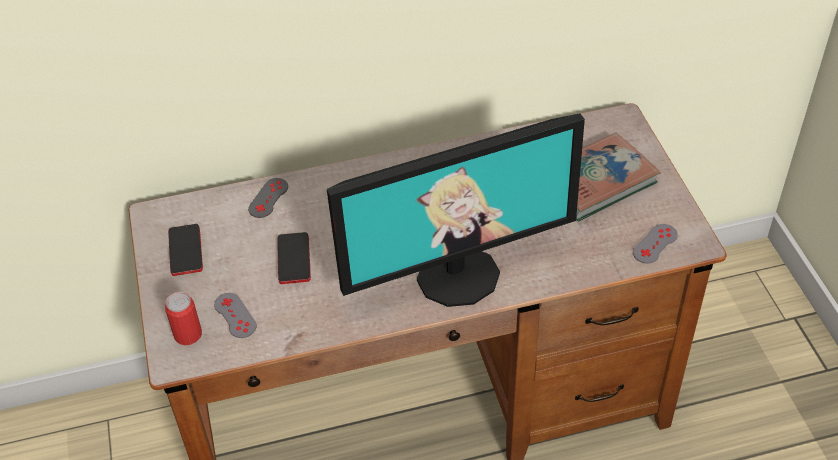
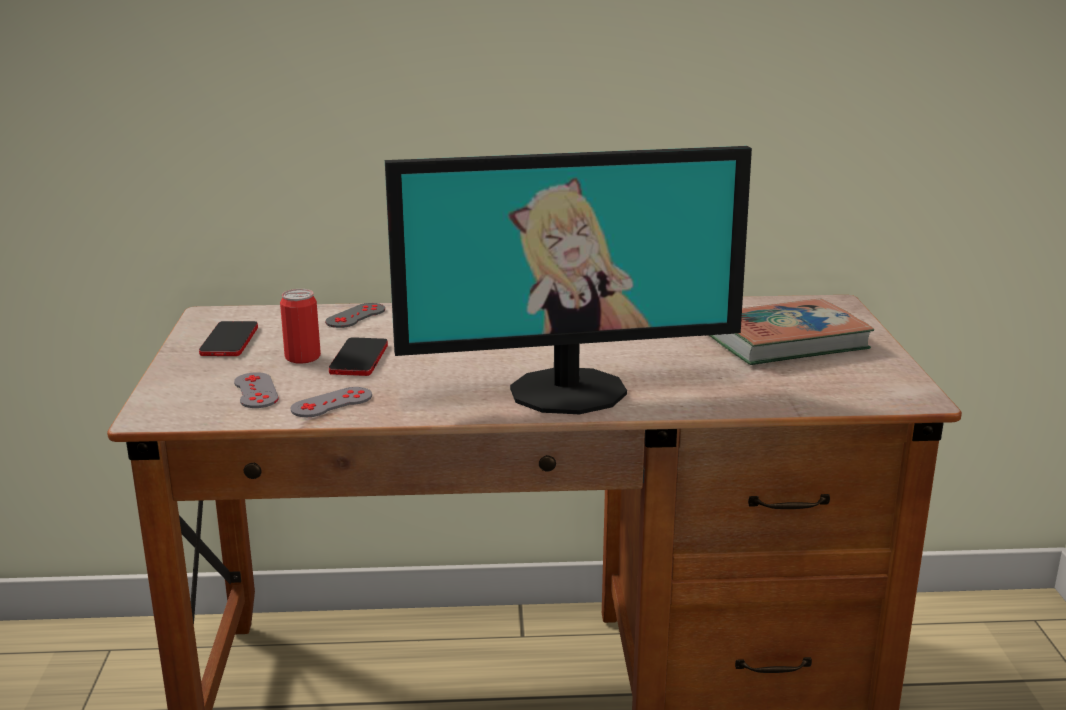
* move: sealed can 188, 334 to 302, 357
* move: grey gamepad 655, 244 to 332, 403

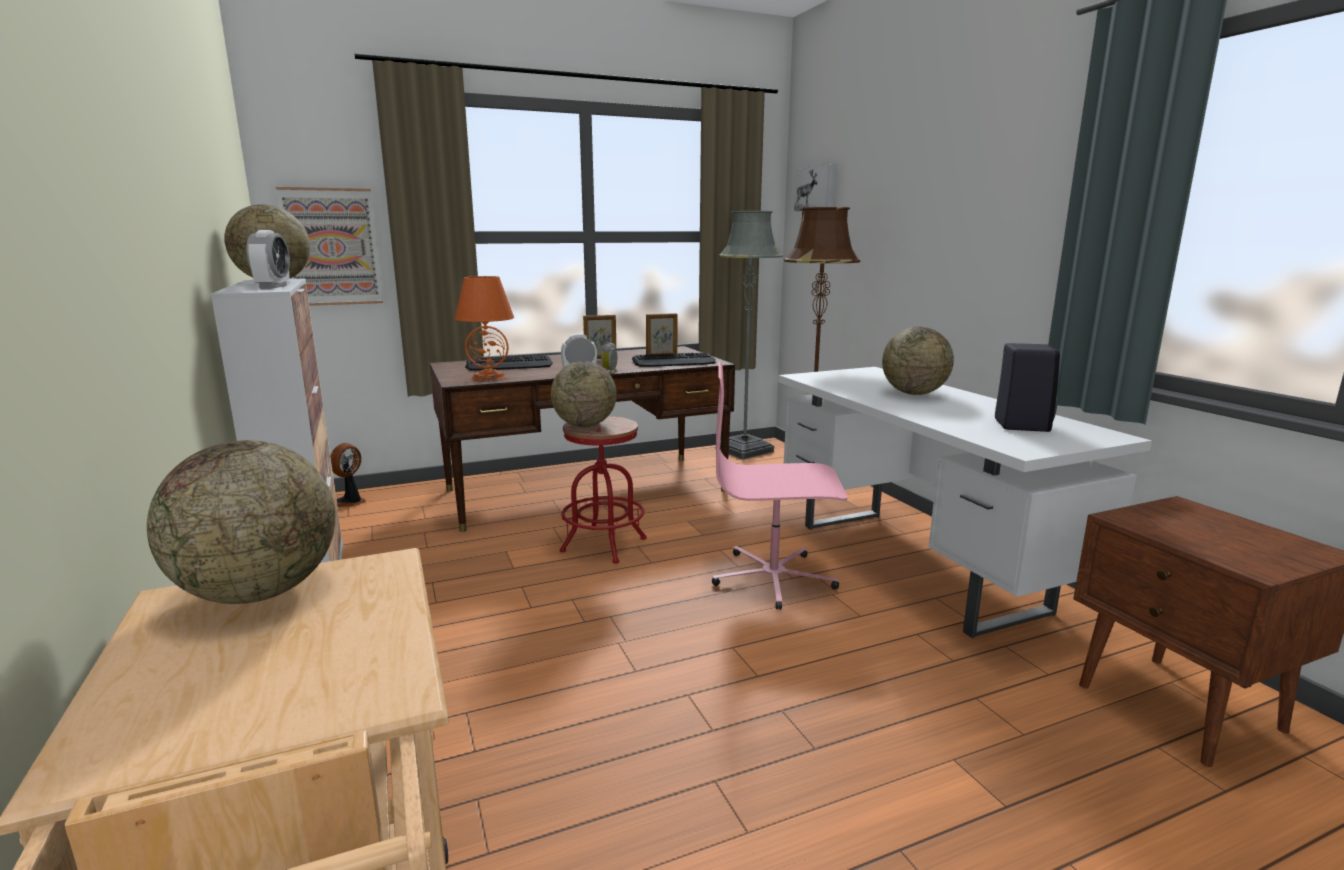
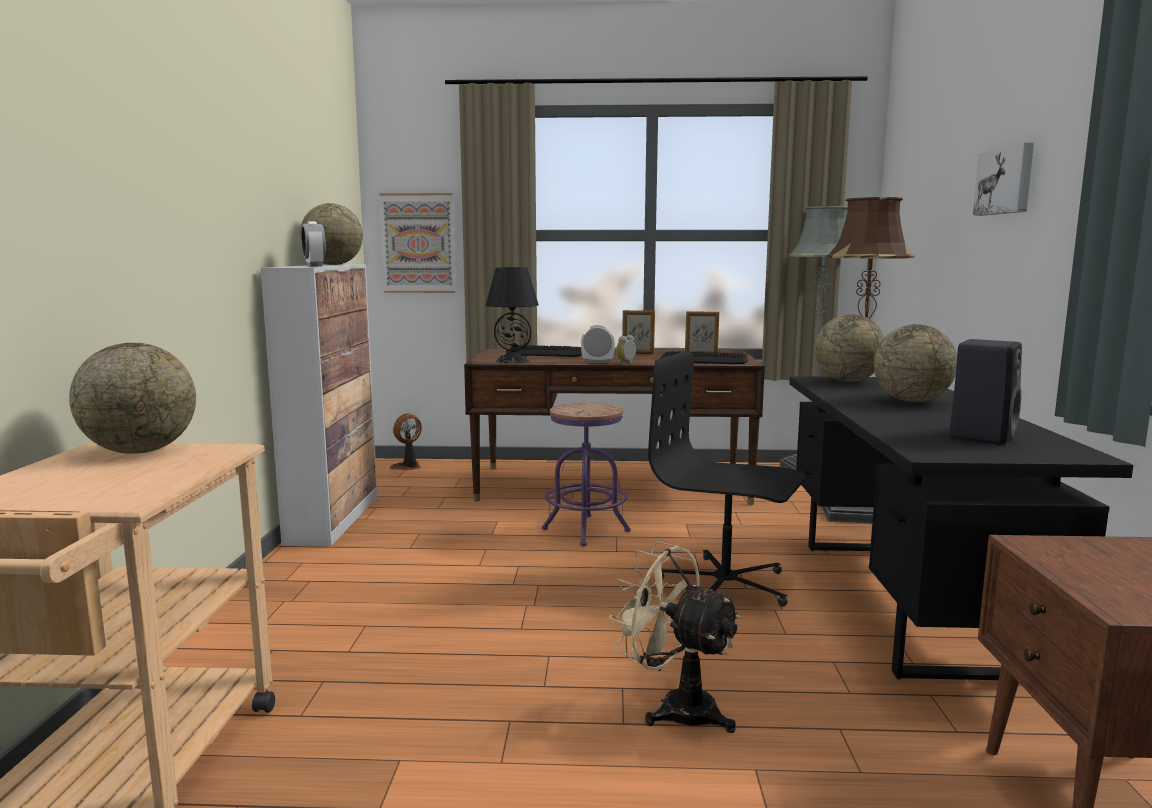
* insert: sand-coloured fan 675, 707
* move: desk globe 584, 425 to 847, 381
* move: wall art 816, 188 to 1006, 181
* recolor: orangey lamp for a table 488, 378 to black lamp for a table 512, 360
* recolor: reddish stool 604, 545 to purple stool 586, 530
* recolor: pinkish desk chair 774, 578 to black desk chair 725, 585
* recolor: white desk unit 916, 565 to black desk unit 903, 603
* rotate: table clock 273, 287 = 315, 266 135 degrees clockwise

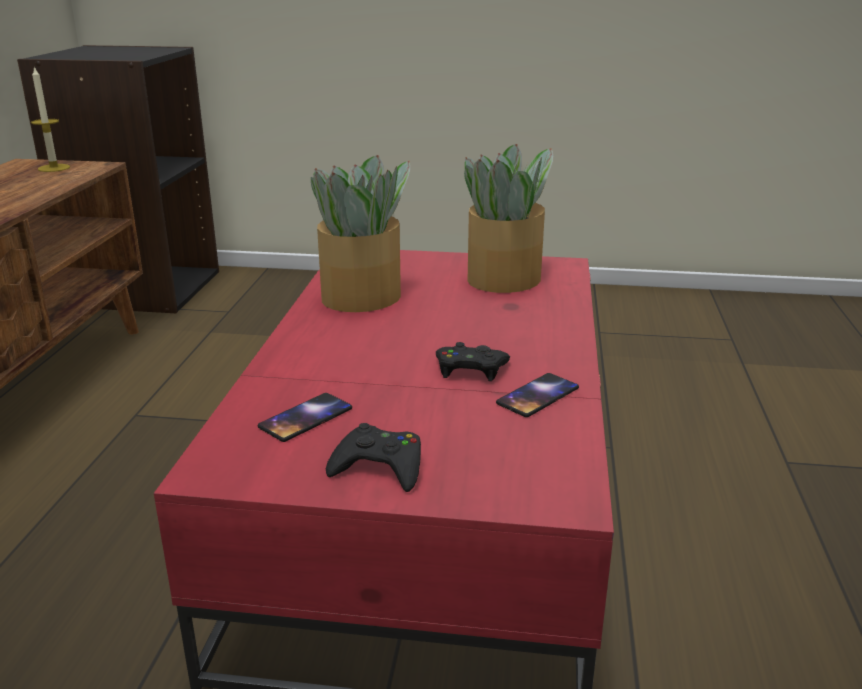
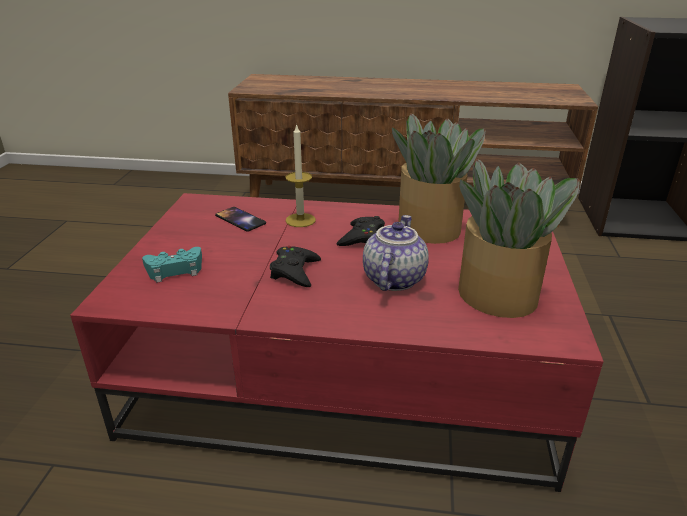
* delete: handset 538, 396
* insert: turquoise gamepad 175, 269
* insert: pot for tea 392, 279
* move: candle 54, 168 to 300, 220
* move: black gamepad 379, 466 to 362, 237

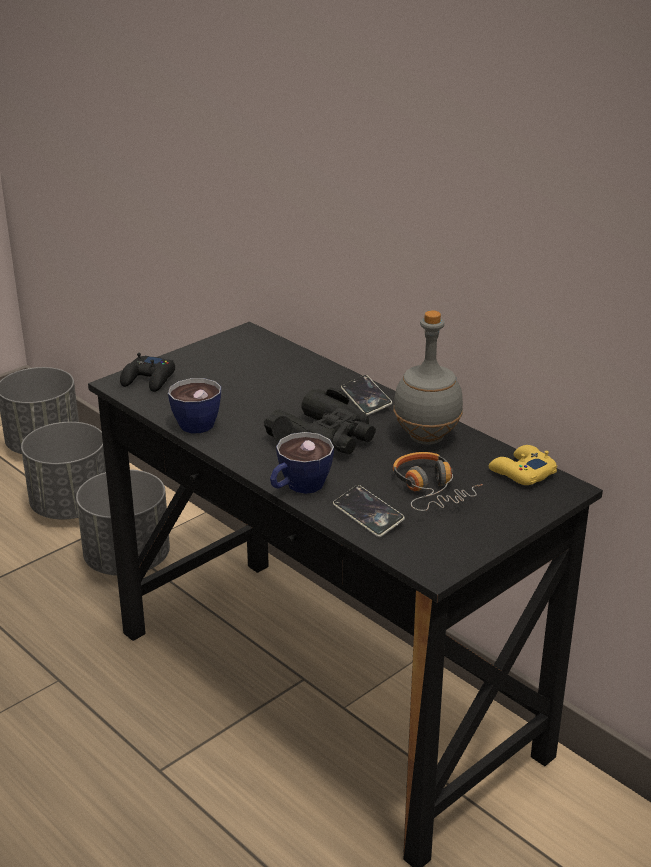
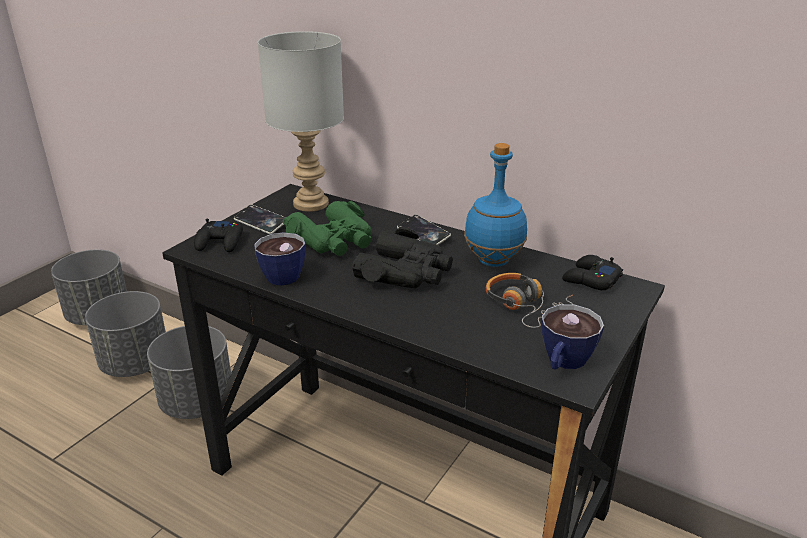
* insert: grey lamp for a table 309, 204
* insert: green pair of binoculars 333, 240
* move: small cup 298, 487 to 563, 363
* move: handset 368, 515 to 261, 222
* recolor: grey bottle 426, 438 to blue bottle 493, 261
* recolor: yellow-coloured gamepad 521, 472 to black gamepad 590, 279

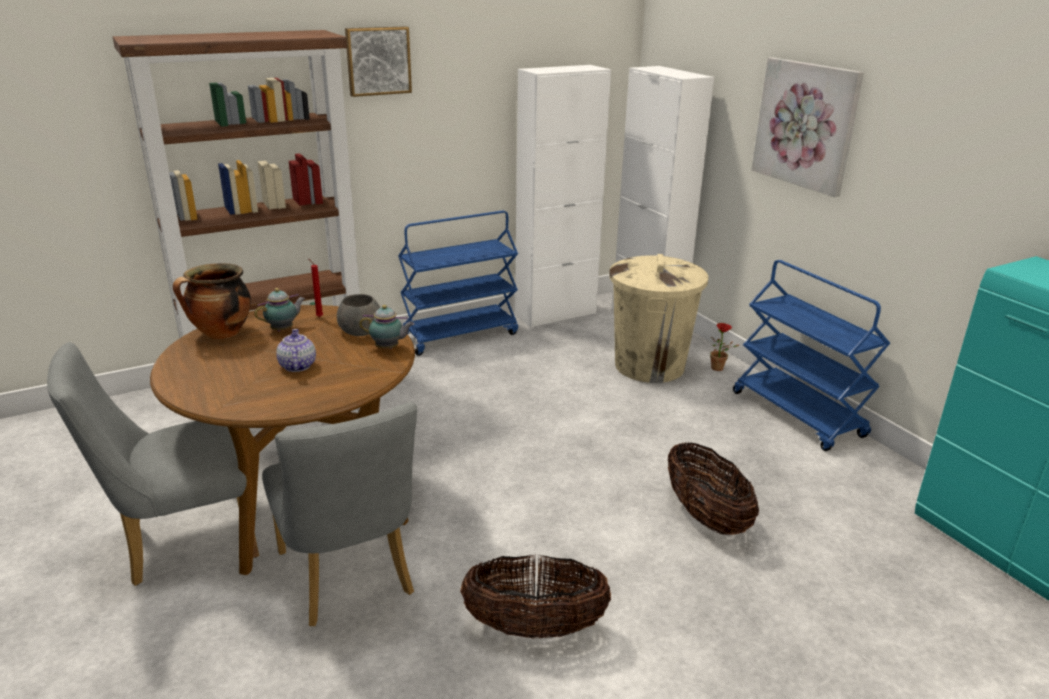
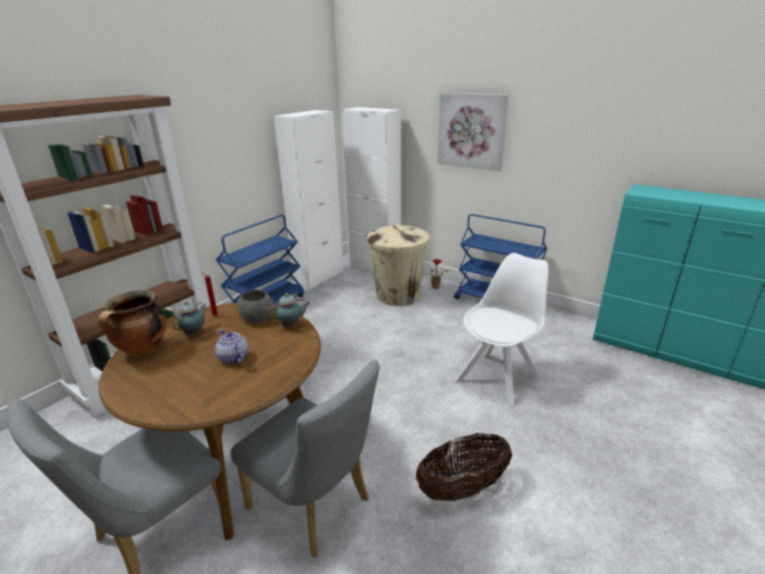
* delete: wall art 378, 61
* replace: household basket 706, 516 to white chair 499, 377

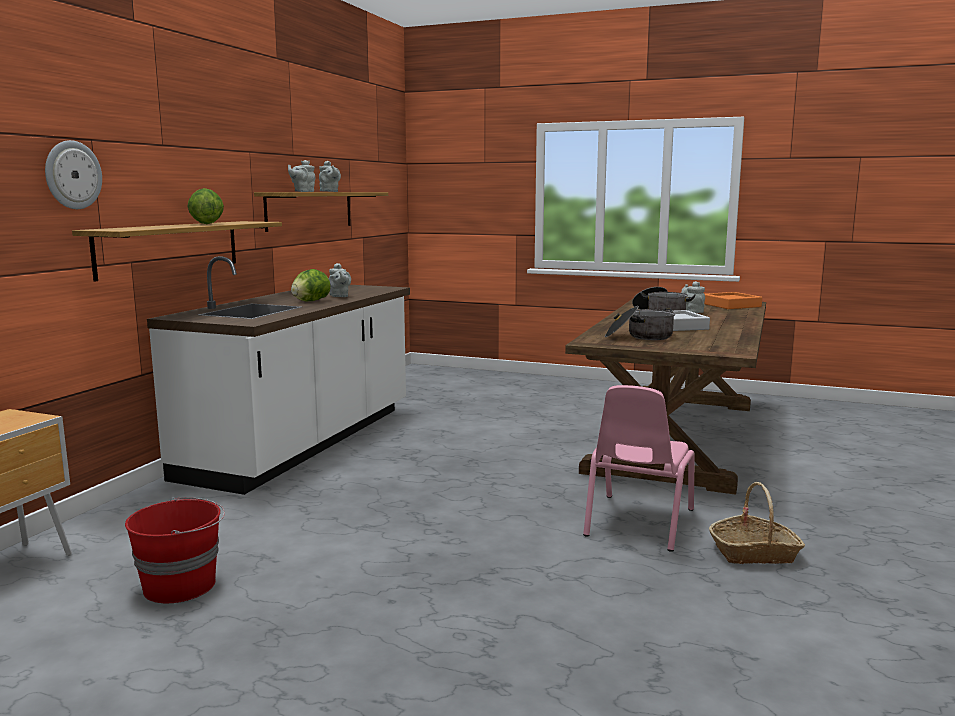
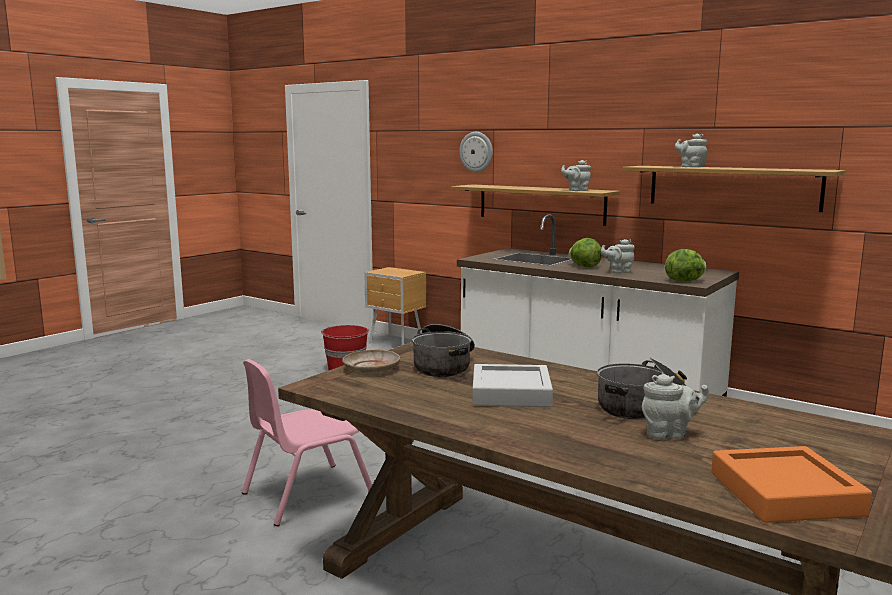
* delete: household basket 754, 553
* insert: sand-coloured dinner plate 371, 369
* move: lettuce 206, 224 to 685, 281
* move: grey pot for tea 329, 191 to 576, 190
* rotate: pinkish chair 638, 522 = 306, 494 75 degrees counterclockwise

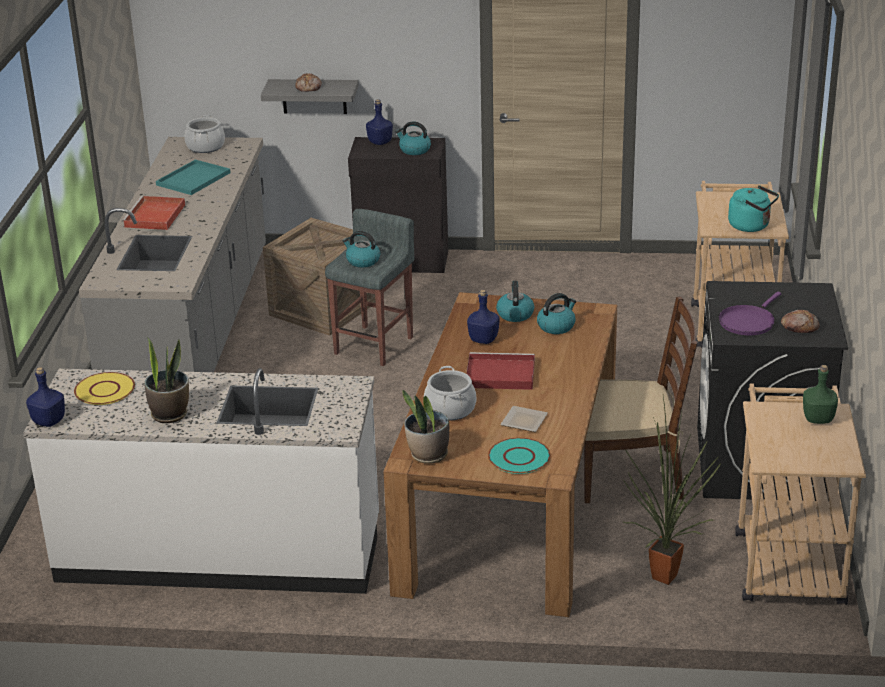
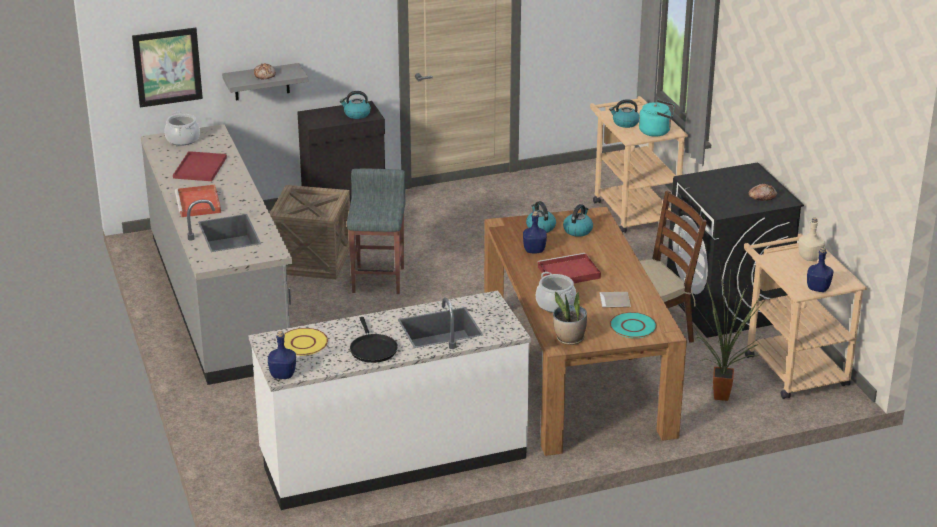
* delete: purple skillet 748, 322
* insert: wall art 167, 67
* move: water kettle 362, 261 to 625, 123
* move: blue bottle 380, 142 to 818, 288
* replace: plant in a pot 170, 414 to black skillet 372, 349
* recolor: turquoise serving tray 193, 178 to reddish serving tray 200, 167
* recolor: green bottle 818, 419 to sand-coloured bottle 810, 257

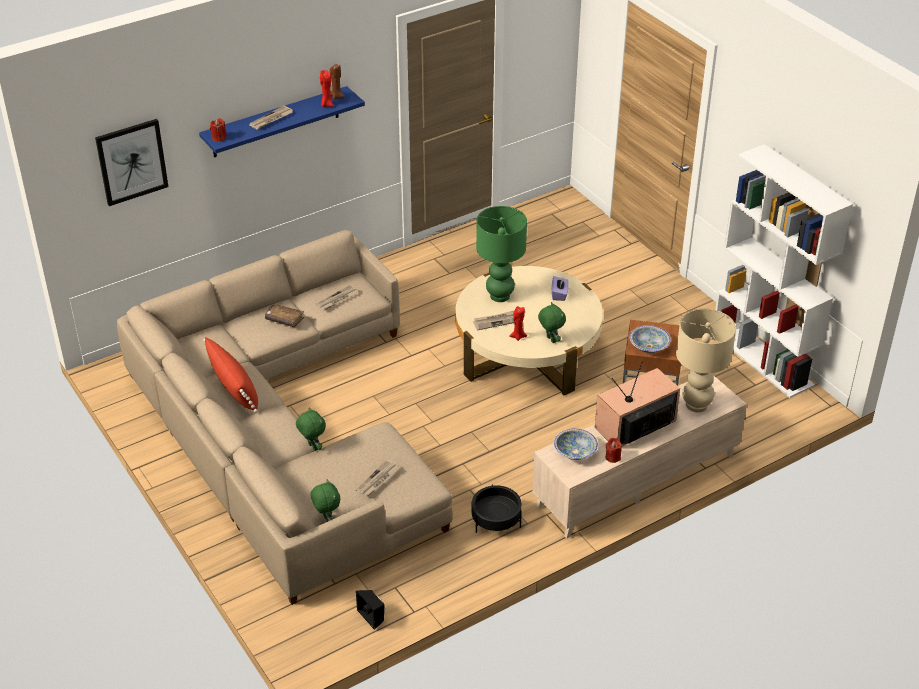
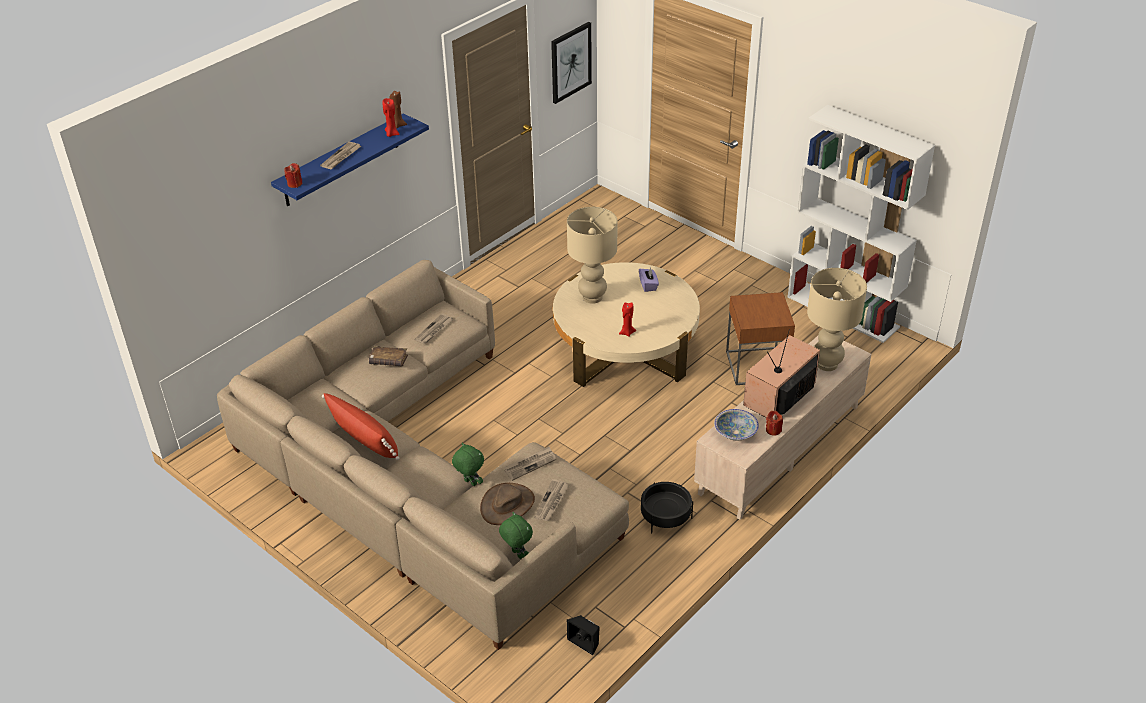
* delete: green plush toy 550, 340
* delete: bowl 649, 346
* insert: brown wearable hat 507, 505
* move: wall art 131, 161 to 570, 62
* move: printed paper 497, 321 to 530, 464
* recolor: green lamp for a table 499, 296 to sand-coloured lamp for a table 592, 297

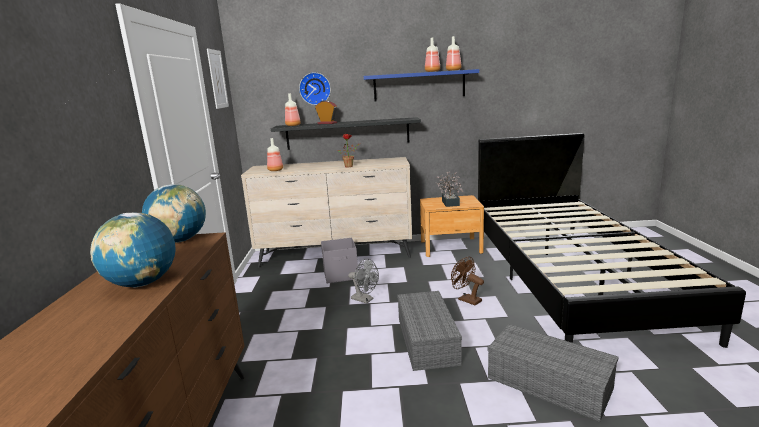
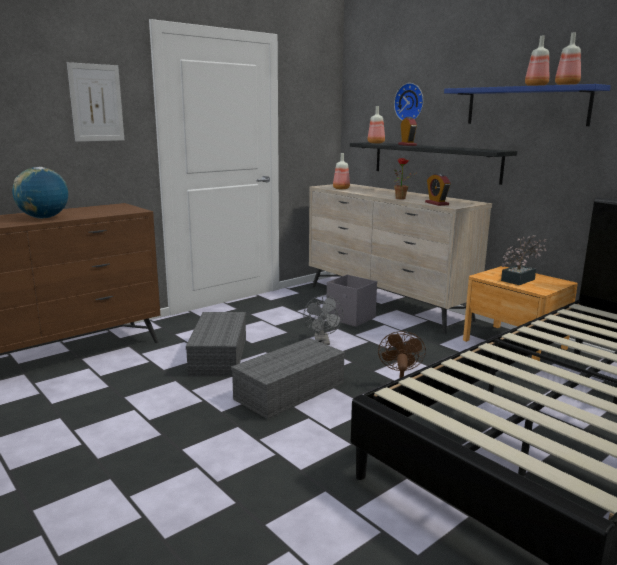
* delete: desk globe 180, 240
* insert: table clock 436, 203
* move: wall art 217, 79 to 96, 103
* move: grey storage bin 546, 383 to 218, 355

